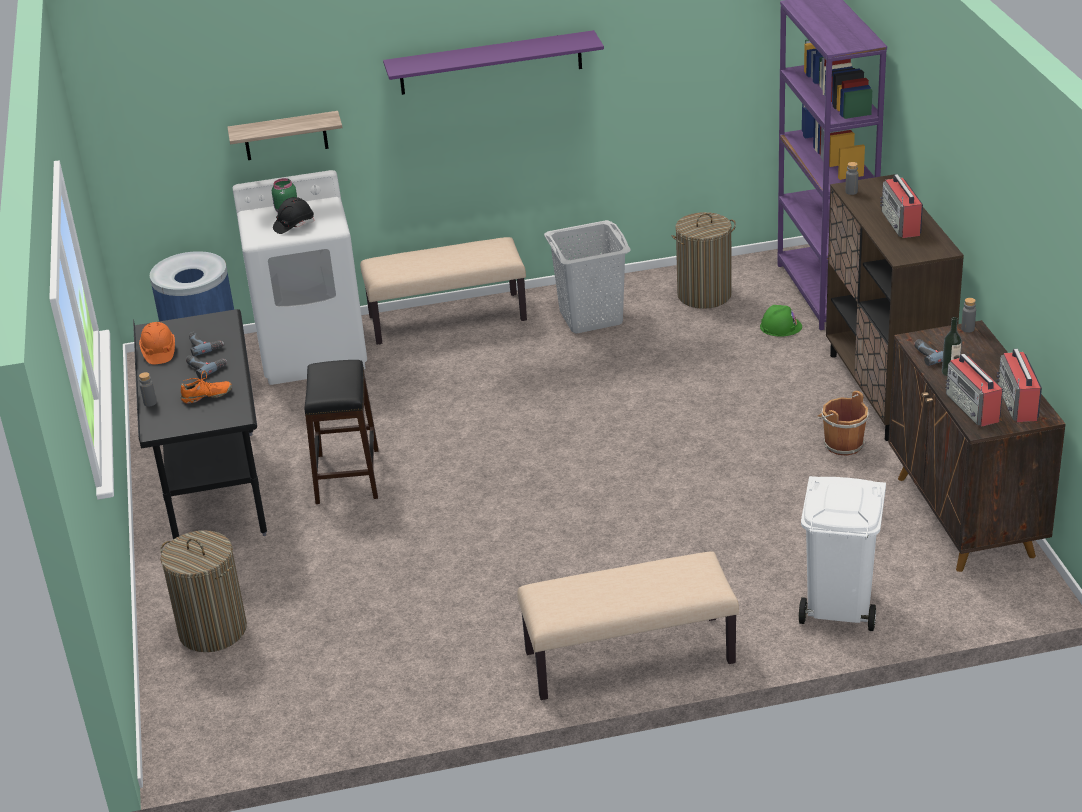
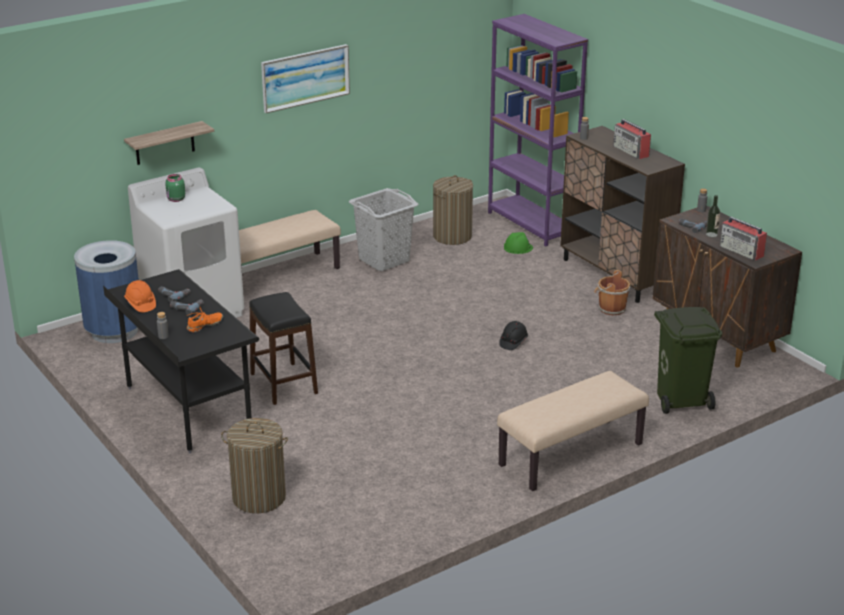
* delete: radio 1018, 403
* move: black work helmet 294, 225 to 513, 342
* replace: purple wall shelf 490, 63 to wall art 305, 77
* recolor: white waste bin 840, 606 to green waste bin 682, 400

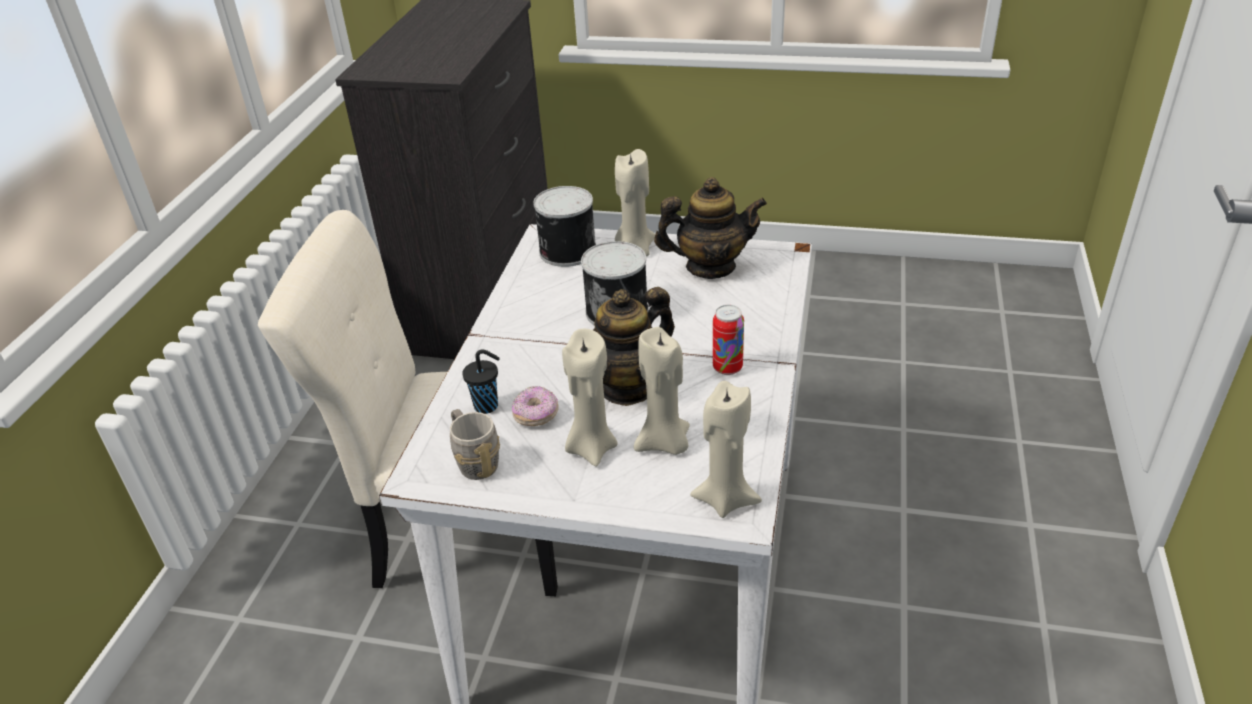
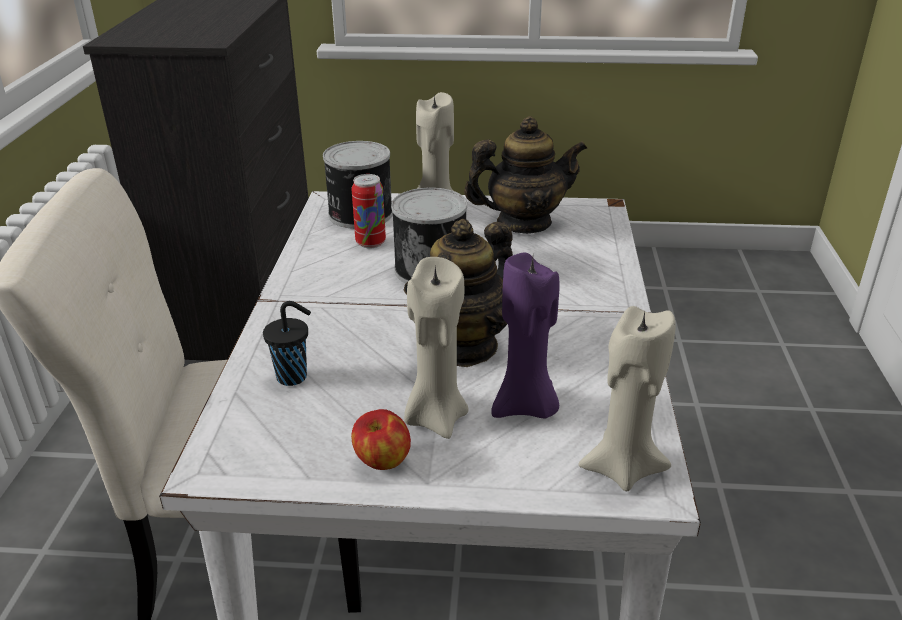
* delete: grey tea mug 474, 461
* delete: ring doughnut 536, 415
* insert: apple fruit 382, 461
* move: sealed can 727, 368 to 370, 243
* recolor: sand-coloured candle 665, 444 to purple candle 526, 407

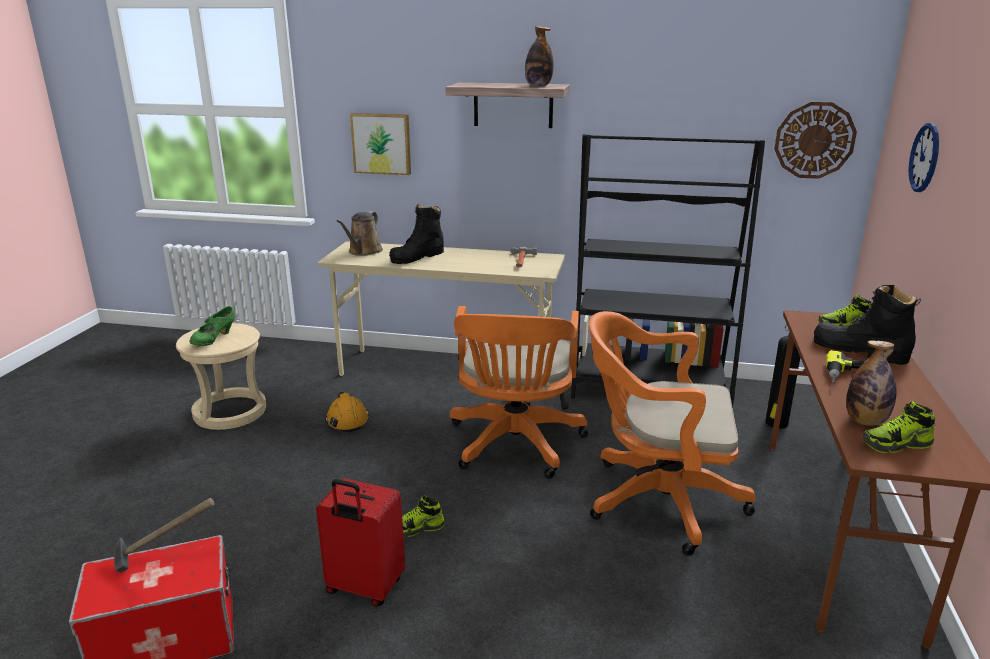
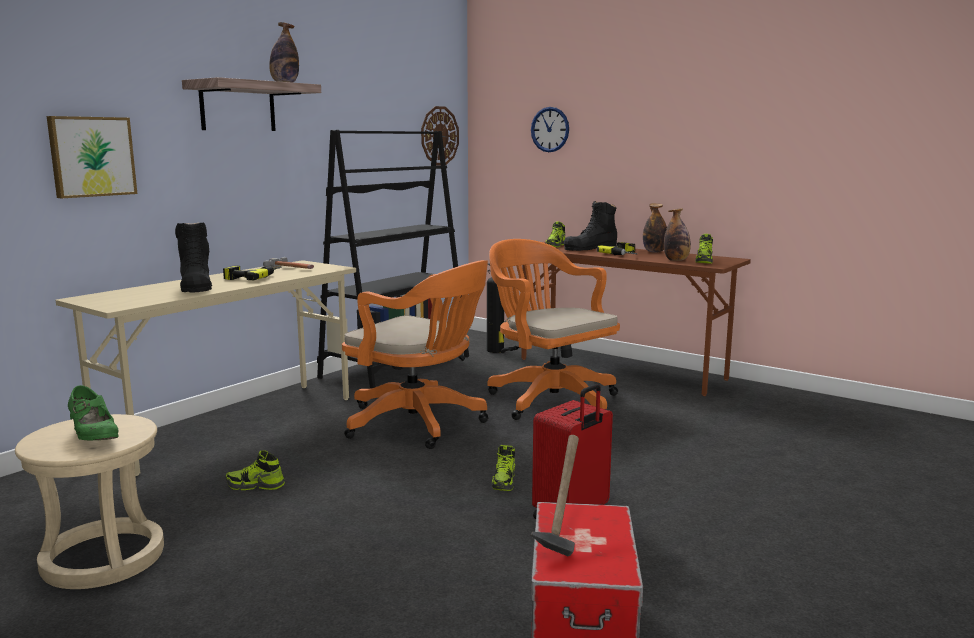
* delete: brown sprinkling can 363, 252
* insert: power drill 253, 276
* insert: bottle 654, 252
* replace: orangey work helmet 347, 419 to low shoe 255, 485
* rotate: orangey desk chair 656, 500 = 548, 399 105 degrees clockwise

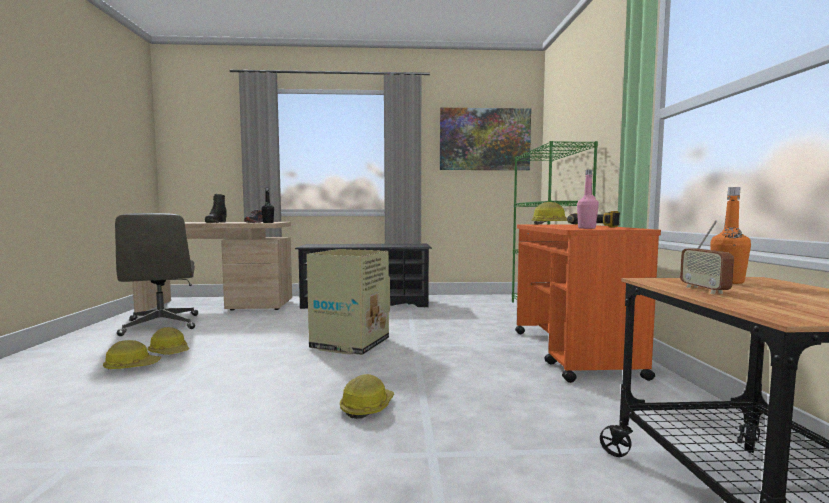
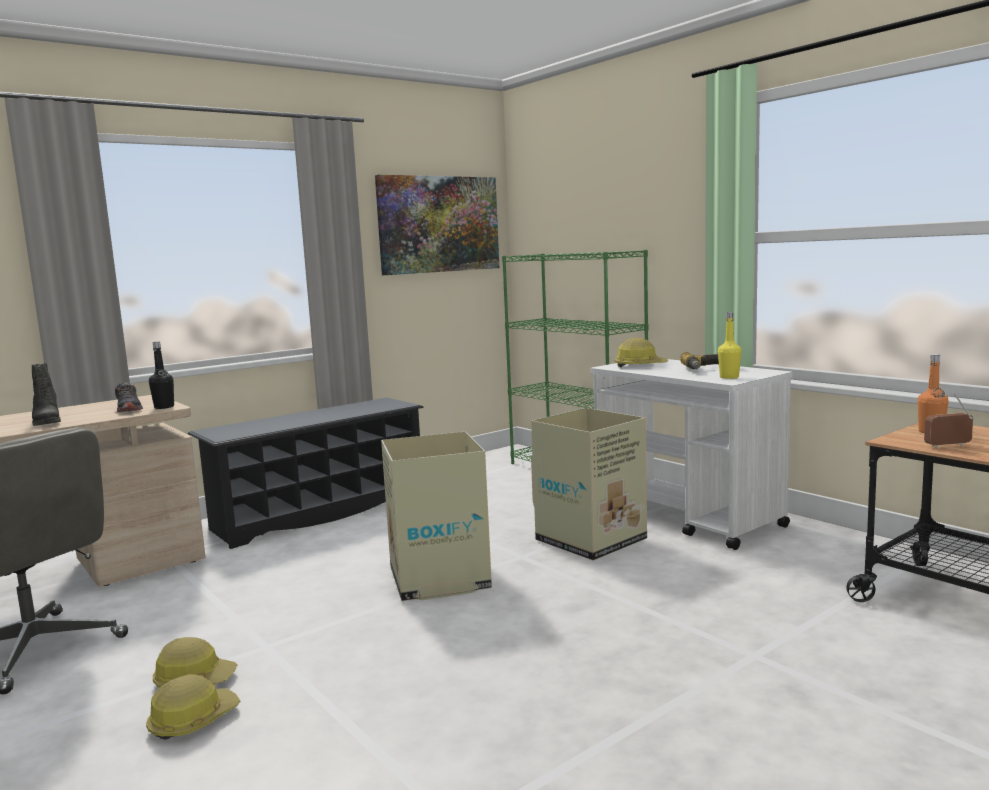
* delete: work helmet 366, 407
* insert: carton 592, 540
* recolor: orangey trolley 573, 353 to white trolley 688, 517
* recolor: pinkish bottle 586, 228 to yellow-coloured bottle 729, 377
* rotate: radio 704, 290 = 948, 446 120 degrees clockwise

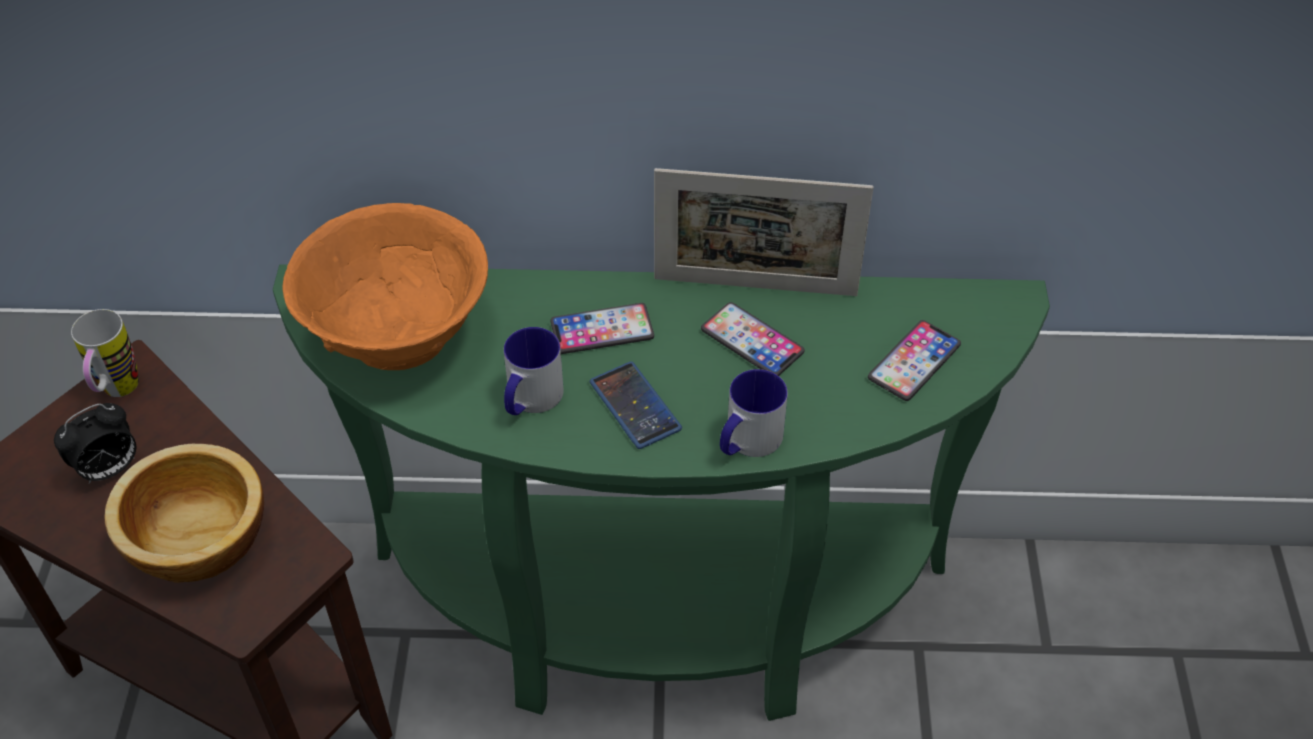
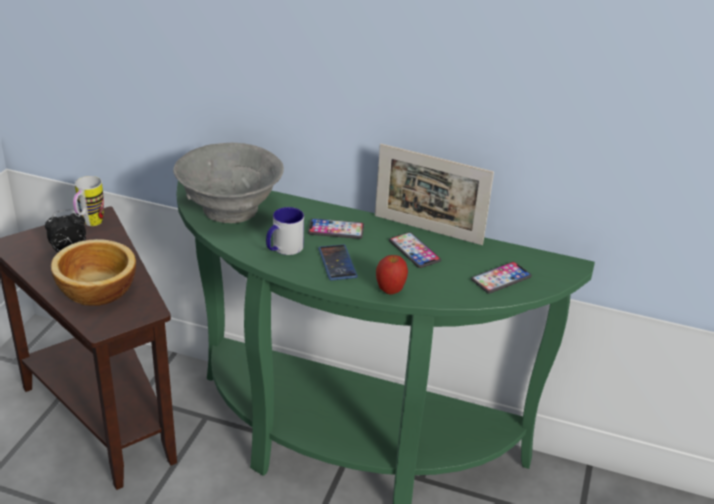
* replace: tea mug 747, 442 to apple fruit 390, 290
* recolor: orangey bowl 397, 334 to grey bowl 230, 209

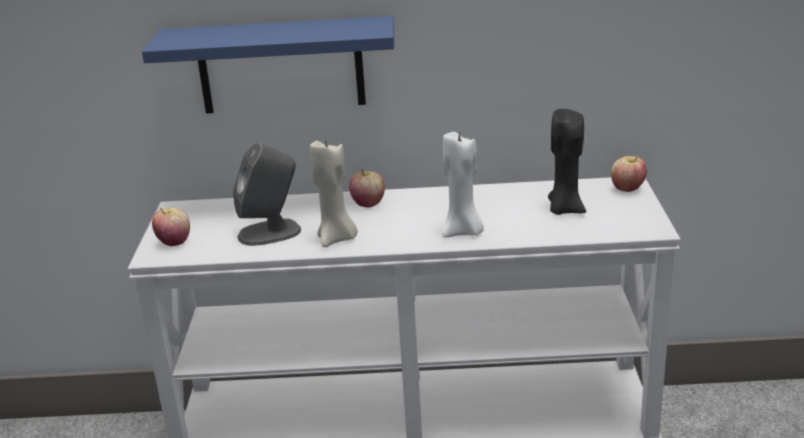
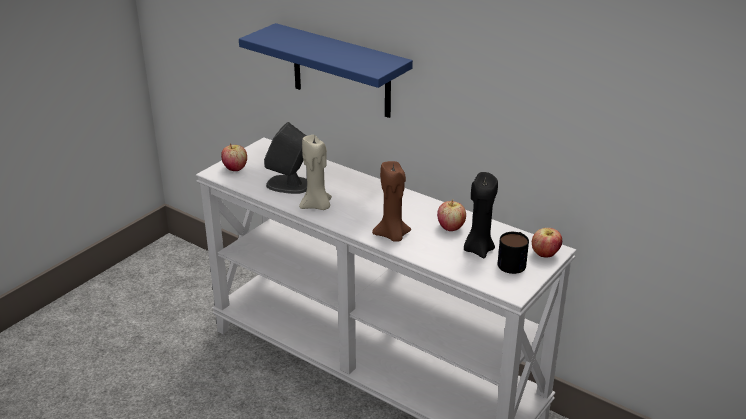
* insert: tea mug 513, 261
* move: apple fruit 368, 204 to 450, 227
* recolor: white candle 463, 232 to brown candle 392, 236

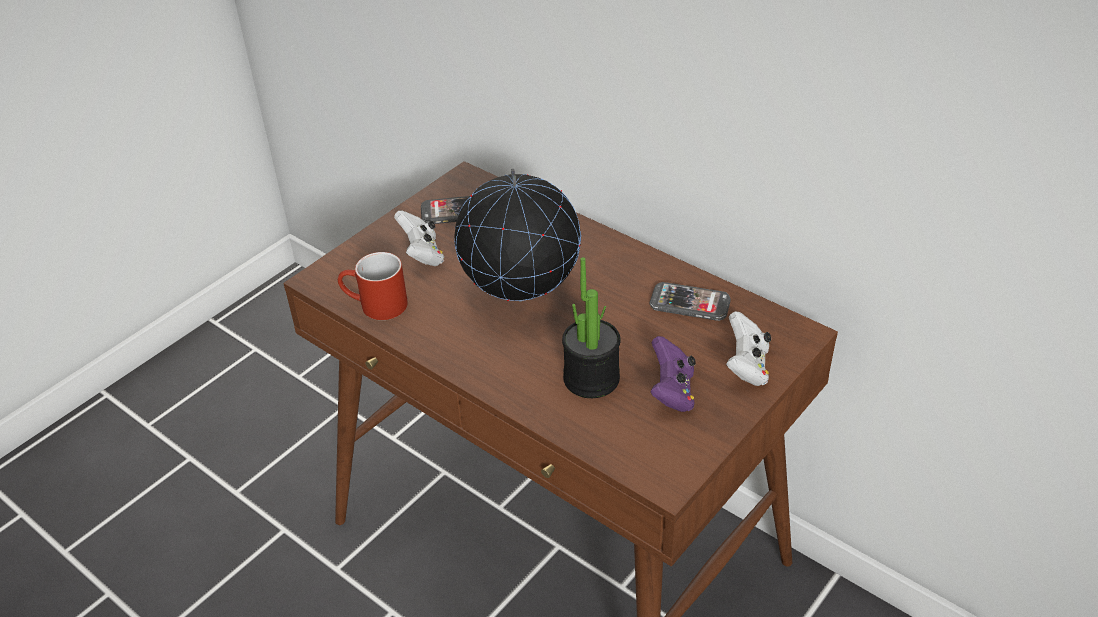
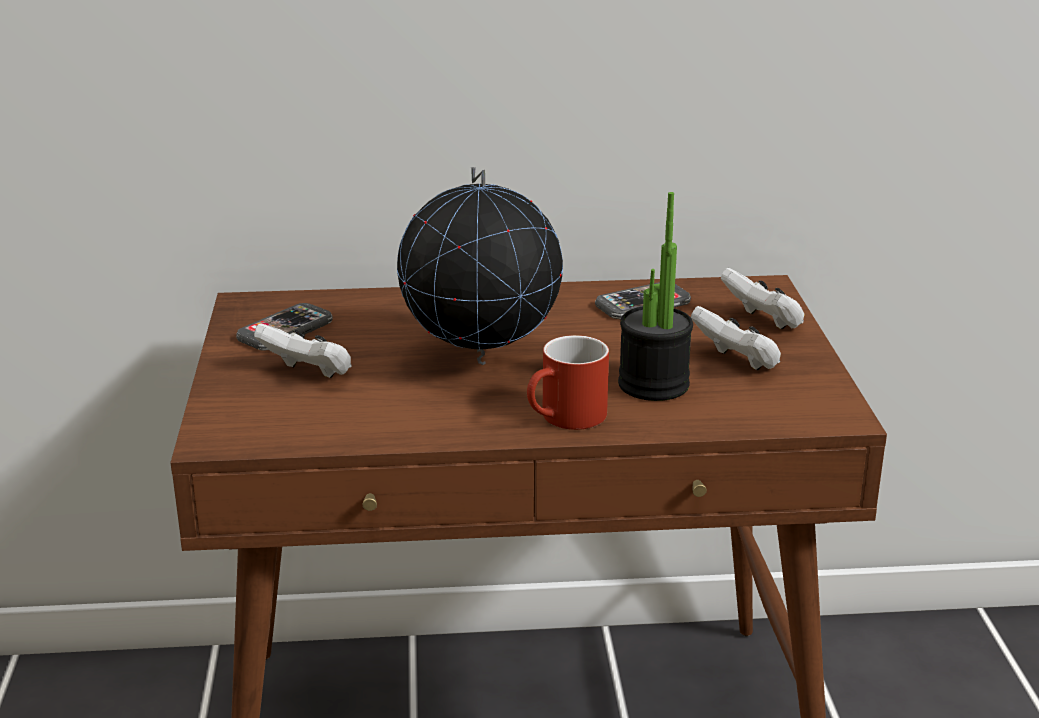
* move: reddish tea mug 375, 306 to 566, 419
* recolor: purple gamepad 672, 392 to white gamepad 737, 362

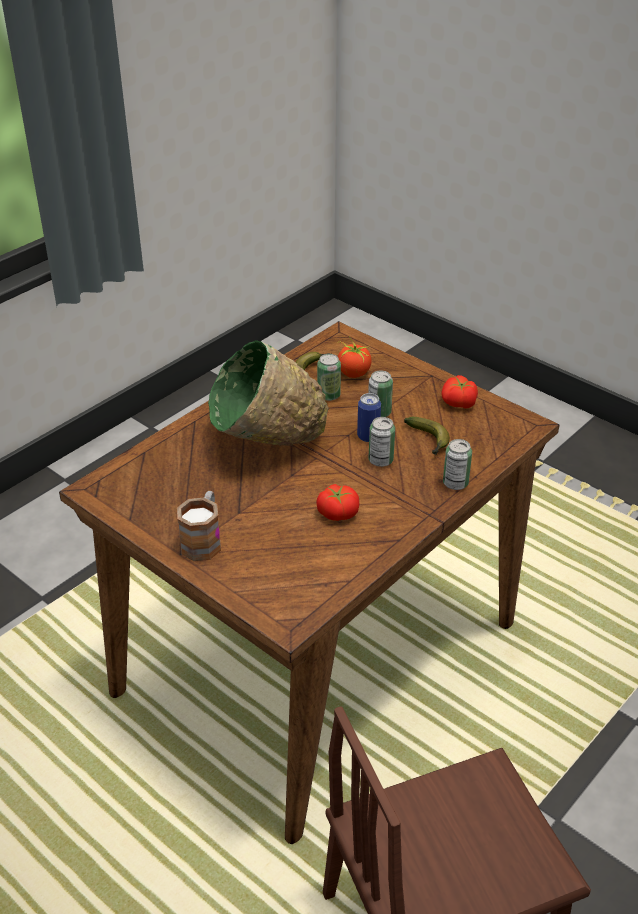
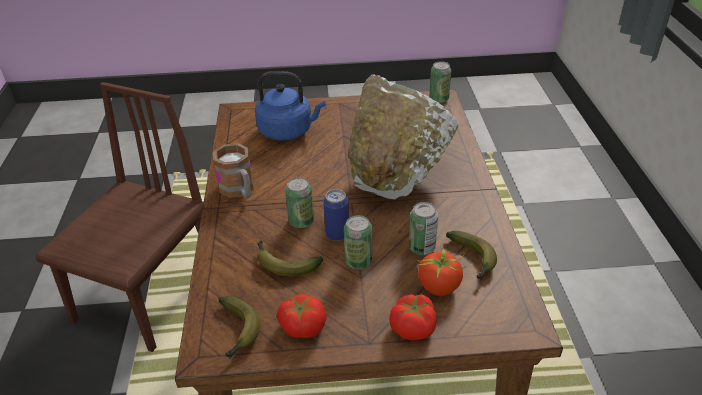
* insert: whole banana 238, 331
* insert: blue water kettle 288, 131
* move: tea mug 204, 540 to 240, 191
* move: fresh tomato 337, 512 to 413, 328
* move: sealed can 455, 483 to 438, 99
* recolor: green bowl 265, 446 to white bowl 395, 178

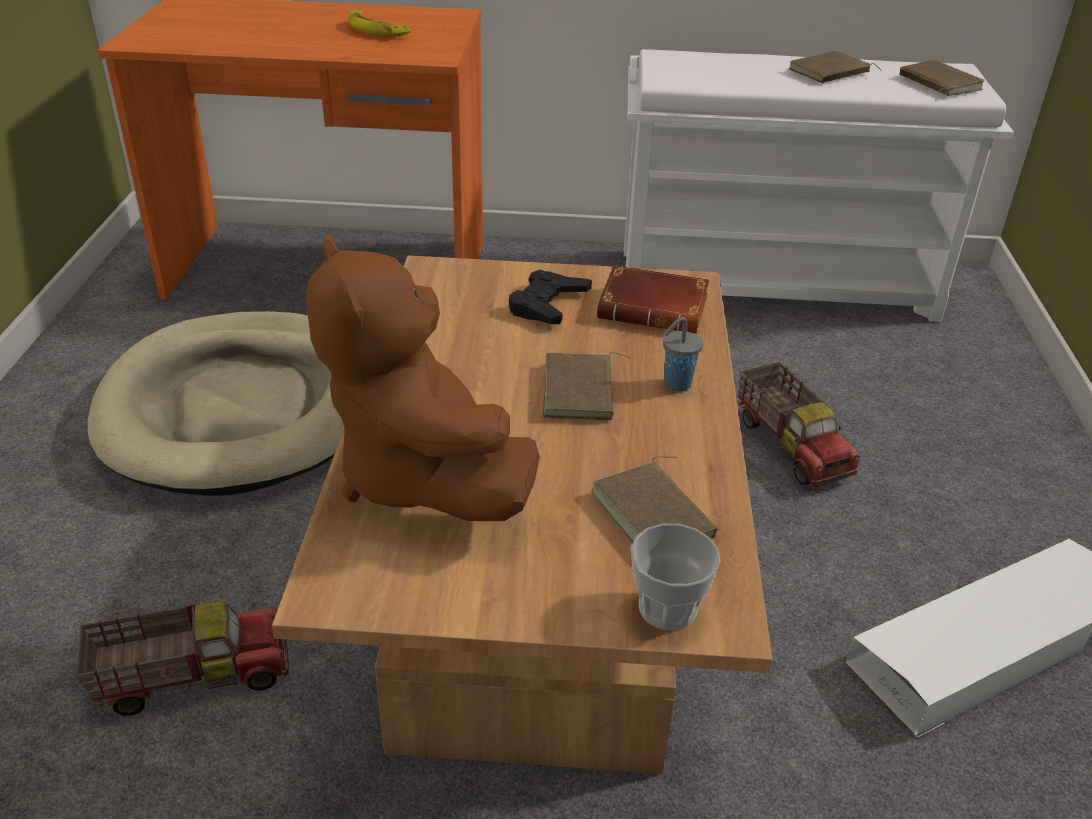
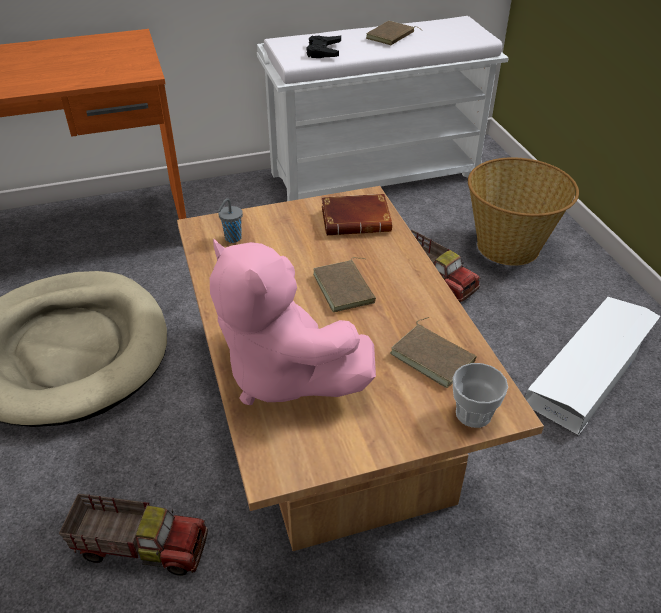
* delete: whole banana 377, 30
* delete: brown volume 937, 83
* insert: household basket 509, 247
* move: black gamepad 547, 304 to 323, 51
* move: grey small cup 676, 385 to 232, 239
* recolor: brown plush toy 422, 476 to pinkish plush toy 282, 374
* rotate: model truck 192, 676 = 141, 546 45 degrees clockwise

